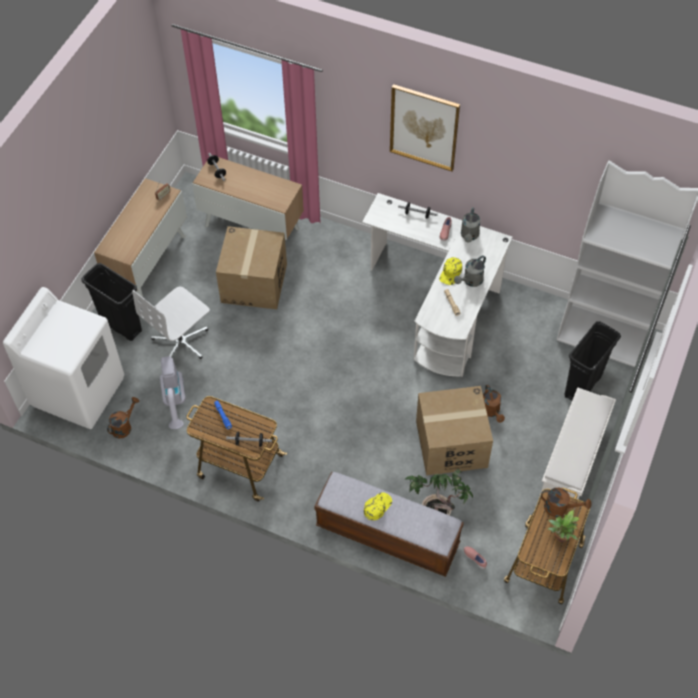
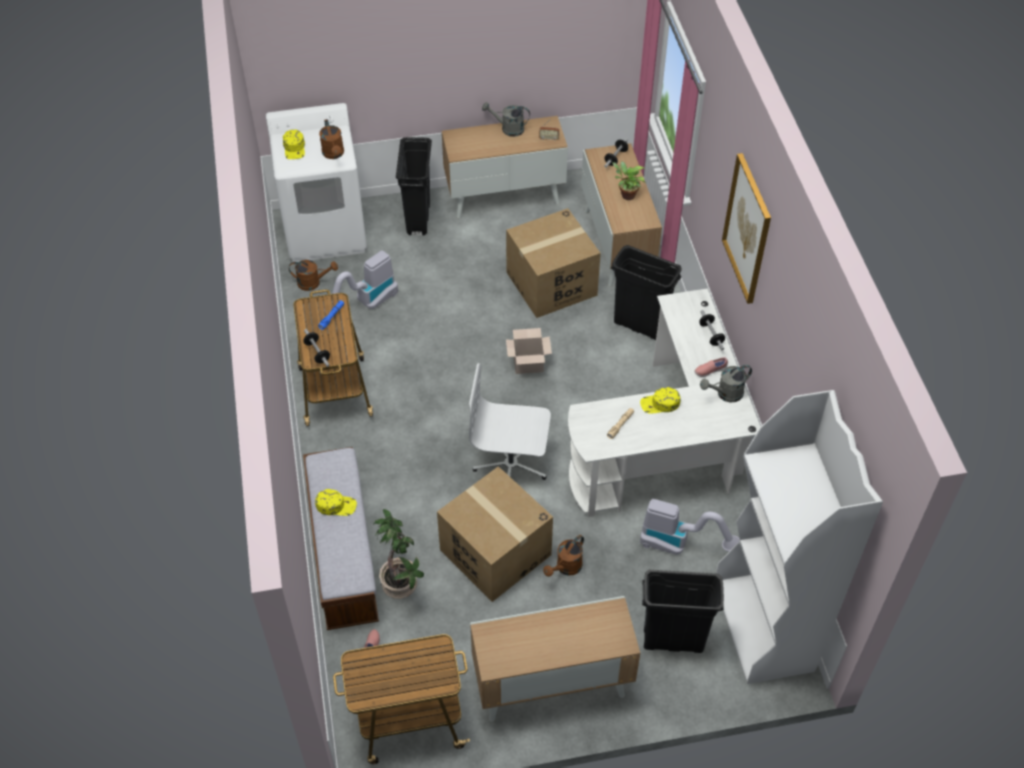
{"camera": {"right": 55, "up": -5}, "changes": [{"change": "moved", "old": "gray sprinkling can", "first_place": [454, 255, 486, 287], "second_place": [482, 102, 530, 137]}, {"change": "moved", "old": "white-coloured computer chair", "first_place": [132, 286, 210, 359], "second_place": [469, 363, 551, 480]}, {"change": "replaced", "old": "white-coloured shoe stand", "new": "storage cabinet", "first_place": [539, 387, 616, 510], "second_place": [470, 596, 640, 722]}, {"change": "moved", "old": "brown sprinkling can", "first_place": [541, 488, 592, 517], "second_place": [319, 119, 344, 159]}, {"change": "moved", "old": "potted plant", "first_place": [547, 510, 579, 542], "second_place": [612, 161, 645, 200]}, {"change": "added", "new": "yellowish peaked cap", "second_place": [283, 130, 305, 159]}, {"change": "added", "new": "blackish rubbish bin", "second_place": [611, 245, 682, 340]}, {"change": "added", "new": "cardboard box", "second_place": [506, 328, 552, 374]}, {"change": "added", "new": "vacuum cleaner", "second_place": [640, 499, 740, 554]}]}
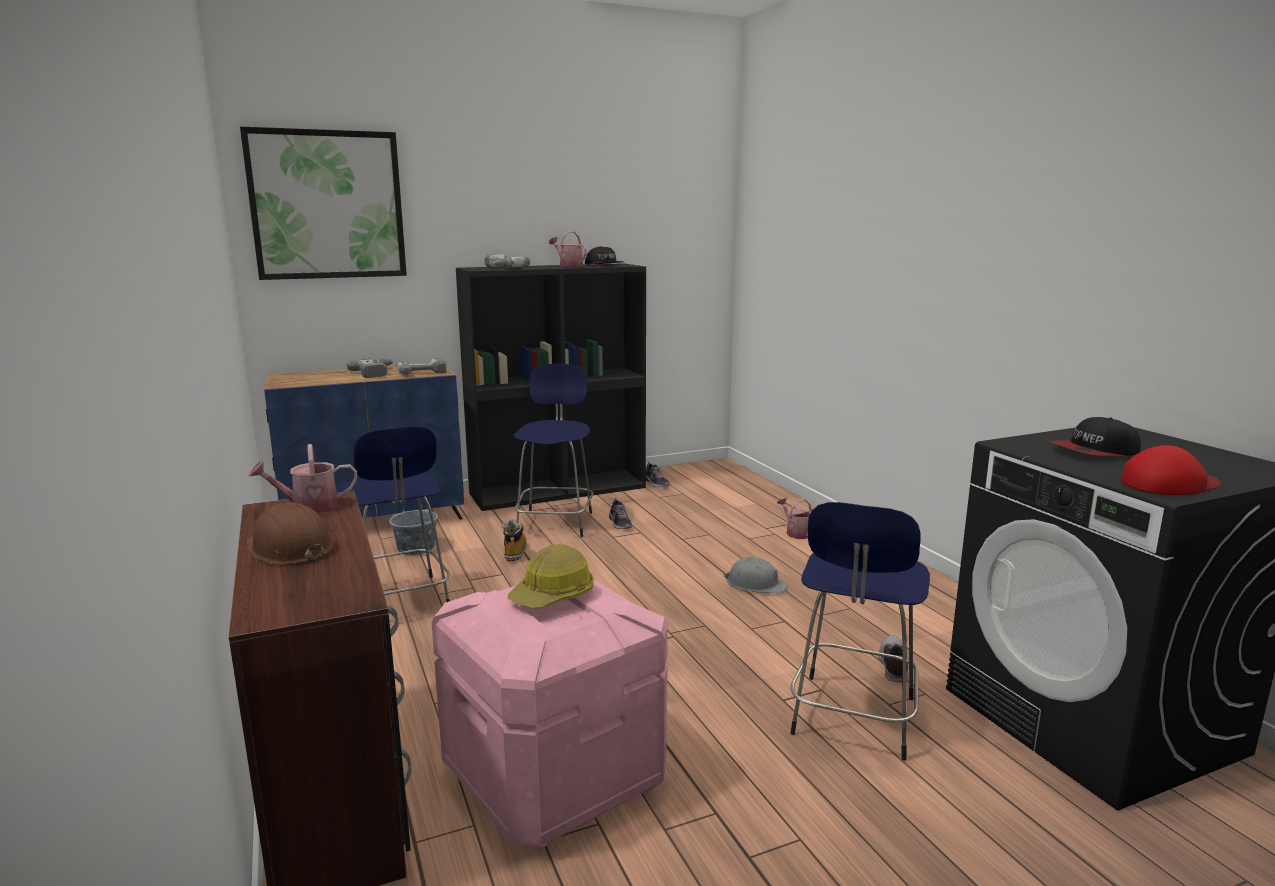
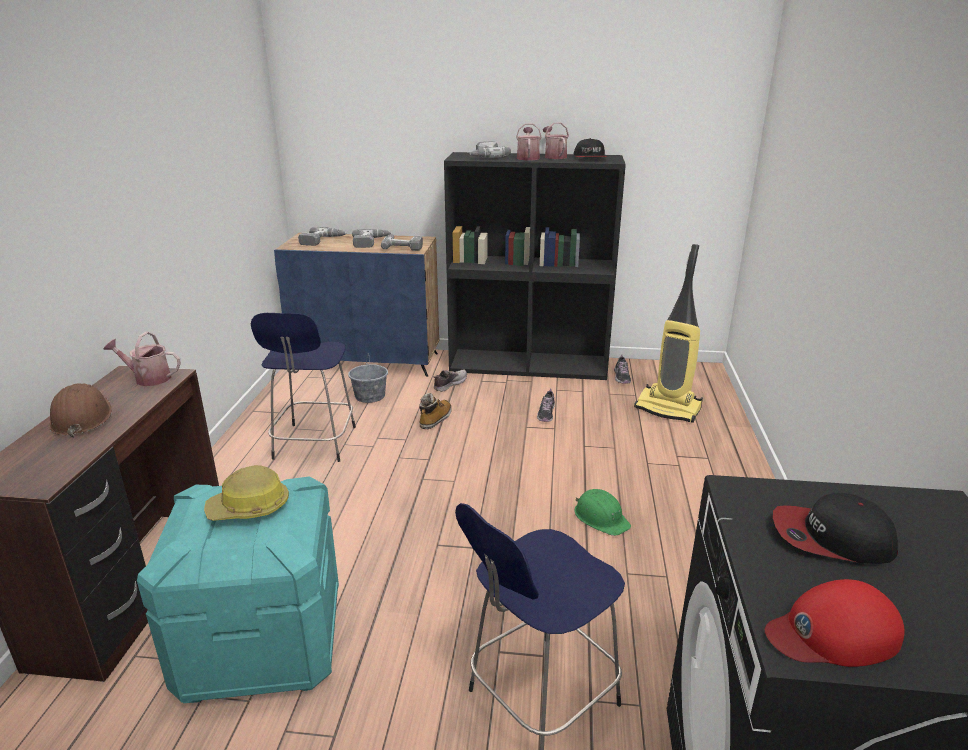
{"camera": {"right": 30, "up": 10}, "changes": [{"change": "removed", "old": "wall art", "first_place": [240, 127, 407, 280]}, {"change": "removed", "old": "blue-coloured stool", "first_place": [513, 364, 593, 537]}, {"change": "turned", "old": "red-coloured peaked cap", "first_place": [1121, 445, 1221, 495], "second_place": [765, 579, 905, 667], "degrees": 150}, {"change": "moved", "old": "sprinkling can", "first_place": [777, 498, 812, 539], "second_place": [516, 123, 542, 160]}, {"change": "recoloured", "old": "gray safety helmet", "new": "greenish safety helmet", "first_place": [724, 557, 788, 593], "second_place": [574, 489, 631, 536]}, {"change": "recoloured", "old": "pink storage bin", "new": "turquoise-coloured storage bin", "first_place": [432, 579, 668, 847], "second_place": [137, 476, 339, 703]}, {"change": "moved", "old": "shoe", "first_place": [878, 635, 908, 683], "second_place": [434, 370, 467, 392]}, {"change": "added", "new": "electric drill", "second_place": [298, 227, 346, 246]}, {"change": "added", "new": "vacuum cleaner", "second_place": [634, 244, 703, 423]}]}
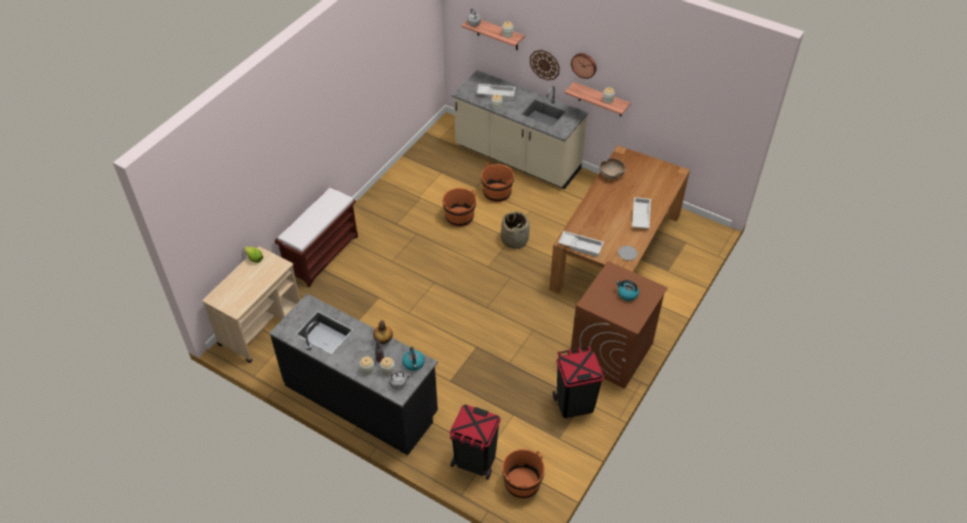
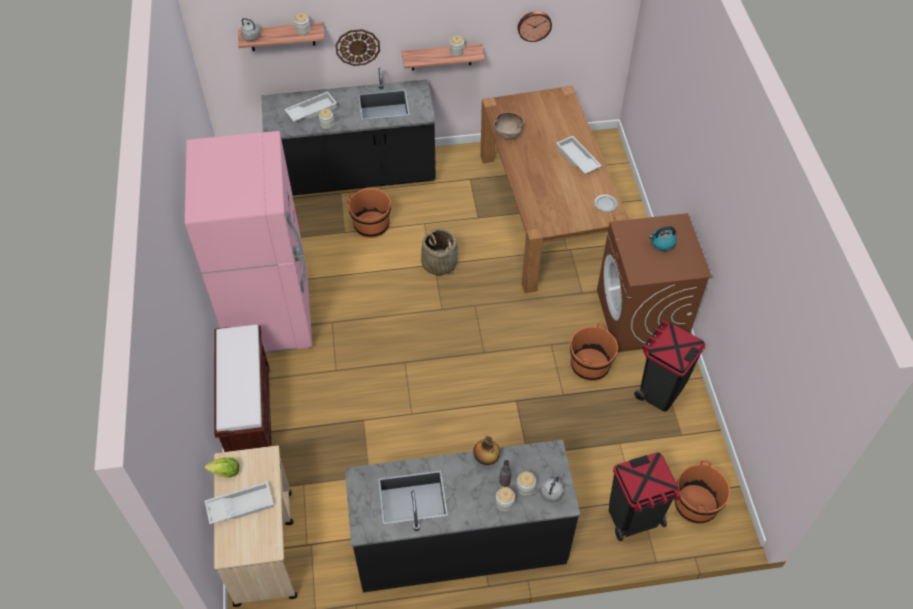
{"camera": {"right": -40, "up": 5}, "changes": [{"change": "moved", "old": "wall clock", "first_place": [571, 53, 597, 79], "second_place": [518, 11, 552, 42]}, {"change": "recoloured", "old": "beige kitchen counter", "new": "blackish kitchen counter", "first_place": [452, 70, 588, 189], "second_place": [261, 68, 436, 195]}, {"change": "moved", "old": "orange-coloured pail", "first_place": [442, 188, 476, 227], "second_place": [570, 323, 618, 381]}, {"change": "moved", "old": "white-coloured carrying tray", "first_place": [558, 231, 604, 257], "second_place": [205, 481, 274, 524]}, {"change": "removed", "old": "water kettle", "first_place": [402, 347, 425, 371]}, {"change": "added", "new": "pink refrigerator", "second_place": [185, 131, 312, 353]}]}
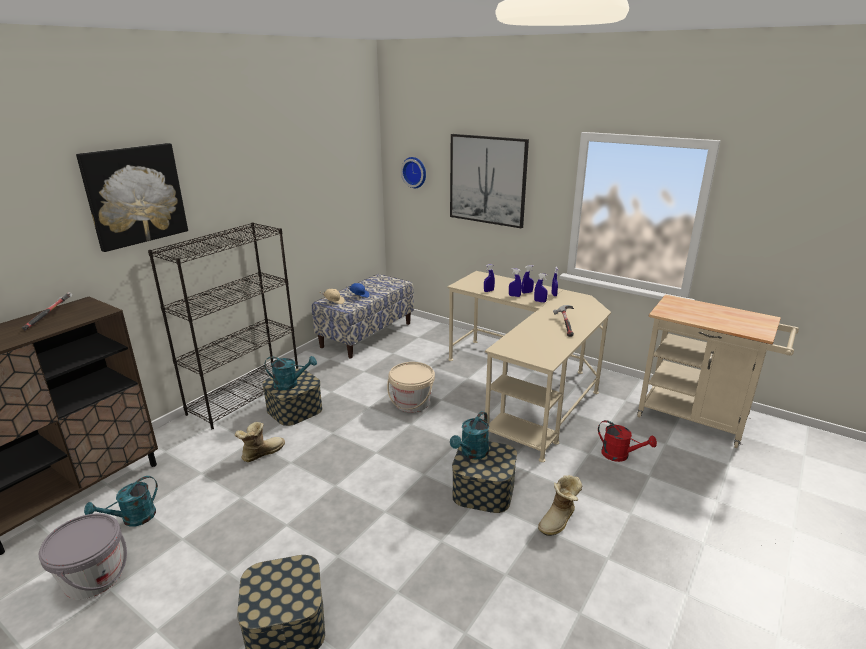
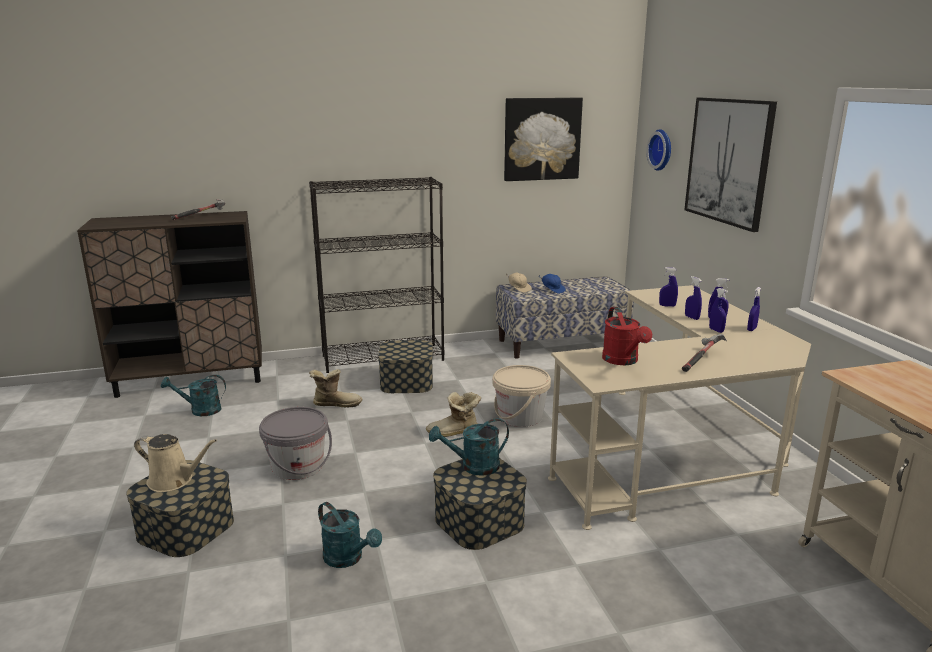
{"camera": {"right": 40, "up": -5}, "changes": [{"change": "moved", "old": "wall art", "first_place": [76, 143, 188, 252], "second_place": [504, 98, 583, 181]}, {"change": "moved", "old": "turquoise-coloured sprinkling can", "first_place": [264, 356, 317, 390], "second_place": [318, 502, 382, 568]}, {"change": "moved", "old": "red-coloured sprinkling can", "first_place": [598, 420, 657, 462], "second_place": [602, 307, 652, 365]}, {"change": "moved", "old": "high-top boot", "first_place": [538, 475, 582, 536], "second_place": [426, 392, 481, 437]}, {"change": "moved", "old": "gray pail", "first_place": [39, 513, 127, 600], "second_place": [259, 407, 332, 480]}, {"change": "added", "new": "beige sprinkling can", "second_place": [134, 434, 217, 492]}]}
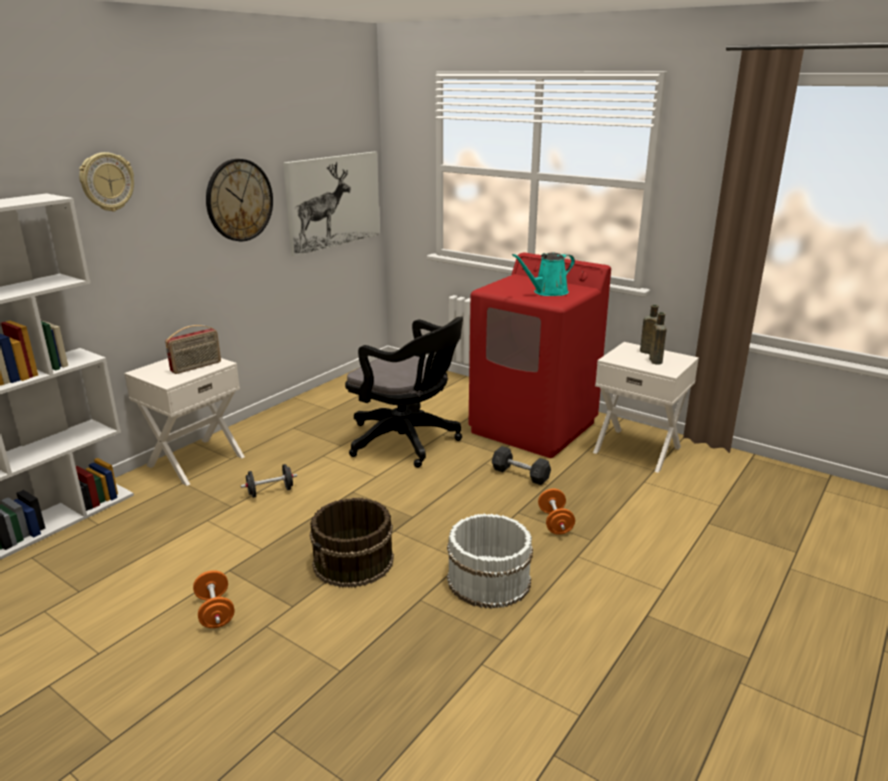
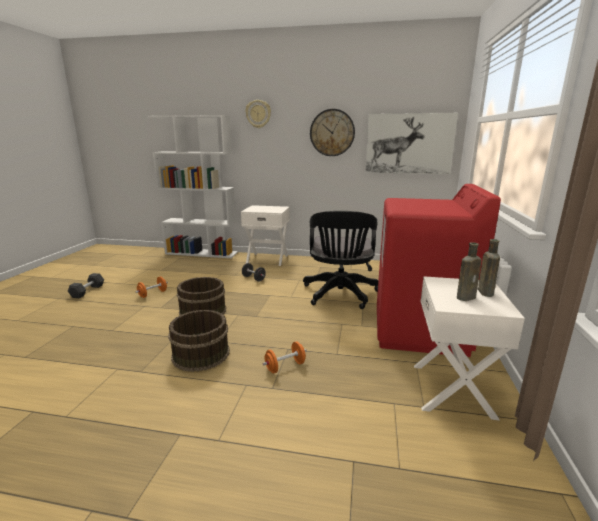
{"camera": {"right": 65, "up": -5}, "changes": [{"change": "removed", "old": "turquoise-coloured sprinkling can", "first_place": [512, 253, 575, 296]}, {"change": "removed", "old": "radio receiver", "first_place": [165, 325, 221, 374]}, {"change": "moved", "old": "gray dumbbell", "first_place": [492, 446, 551, 485], "second_place": [68, 273, 104, 298]}, {"change": "recoloured", "old": "white-coloured pail", "new": "brown pail", "first_place": [447, 514, 533, 609], "second_place": [168, 310, 230, 372]}]}
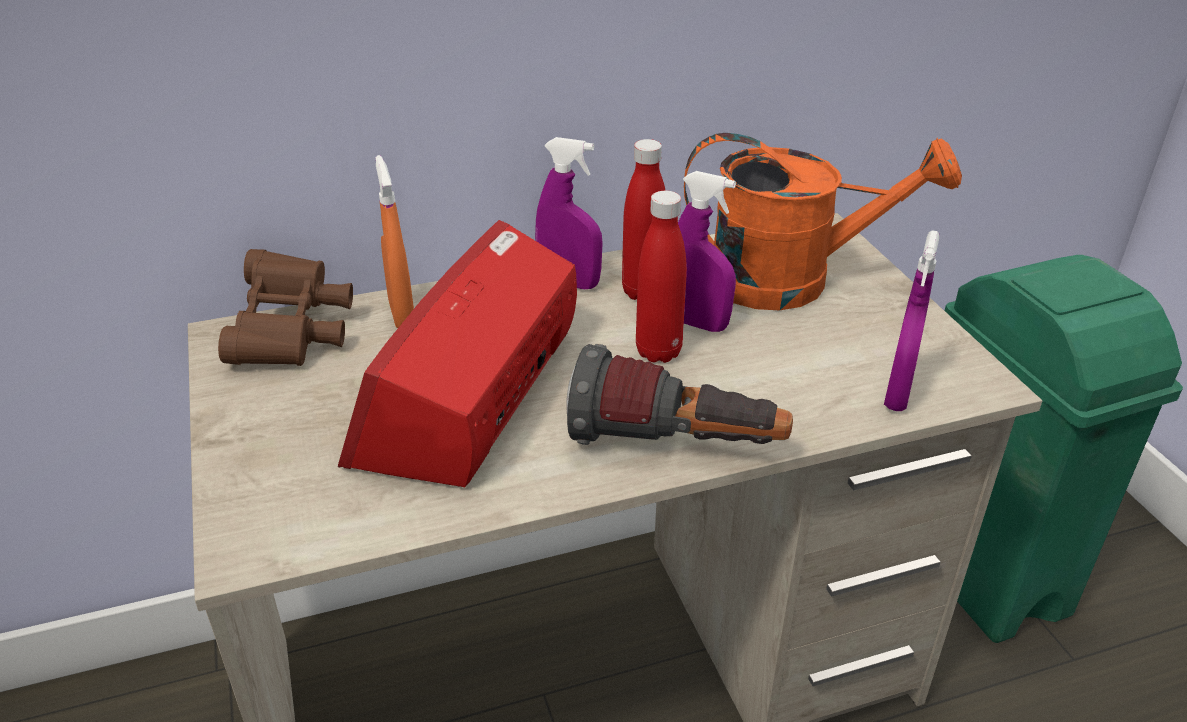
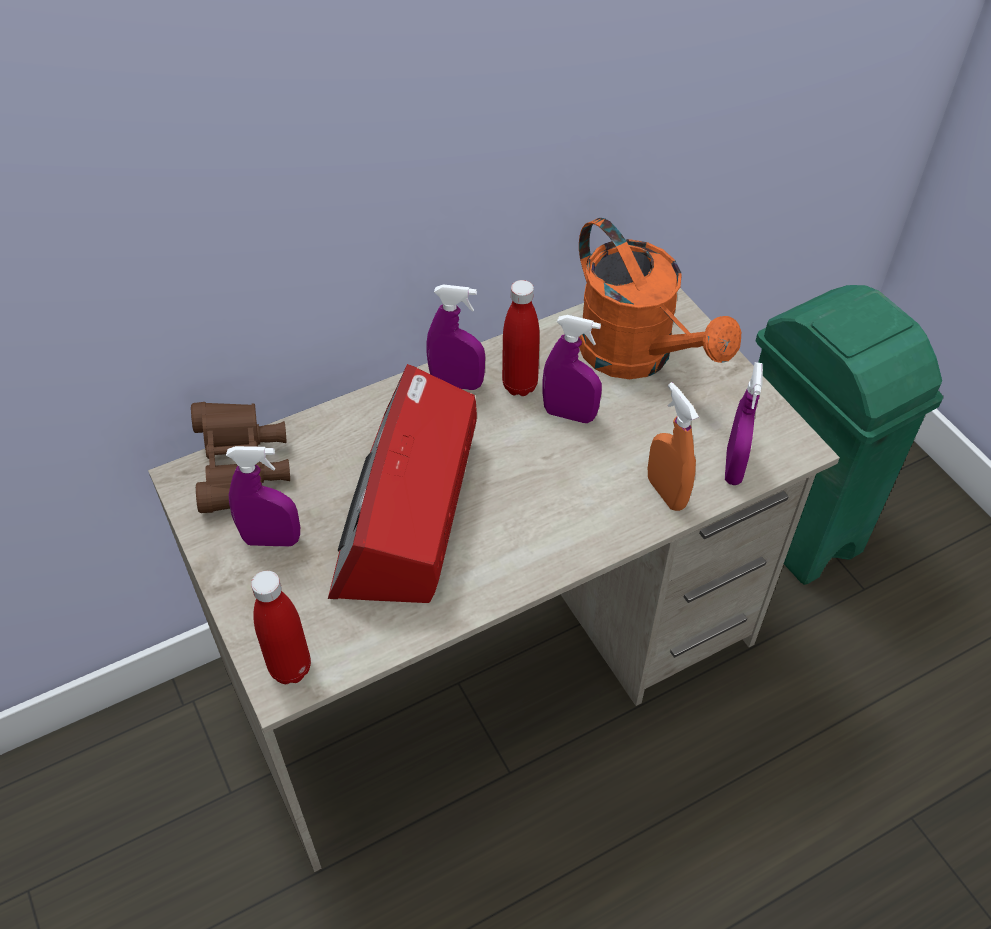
{"camera": {"right": -10, "up": 15}, "changes": [{"change": "turned", "old": "orange-coloured sprinkling can", "first_place": [684, 133, 962, 310], "second_place": [579, 218, 741, 379], "degrees": 60}, {"change": "moved", "old": "orange-coloured sprayer", "first_place": [375, 155, 414, 328], "second_place": [648, 382, 699, 511]}, {"change": "moved", "old": "red-coloured drink bottle", "first_place": [636, 191, 687, 363], "second_place": [251, 571, 311, 684]}, {"change": "removed", "old": "torch", "first_place": [566, 344, 793, 445]}, {"change": "added", "new": "purple-coloured sprayer", "second_place": [226, 446, 300, 547]}]}
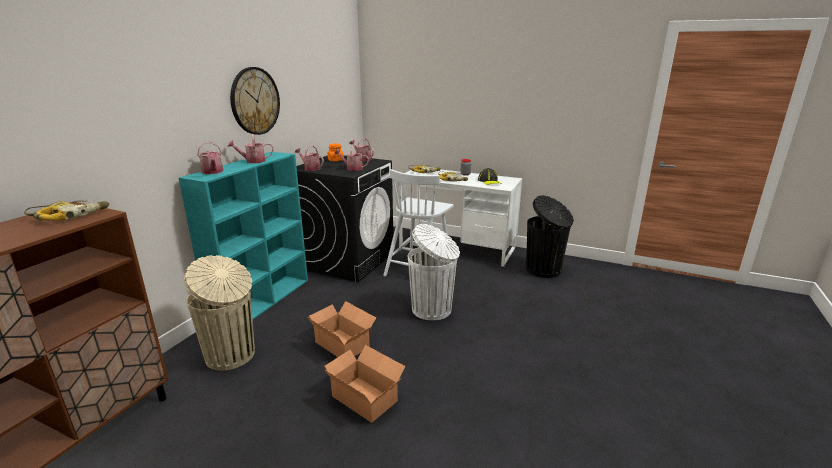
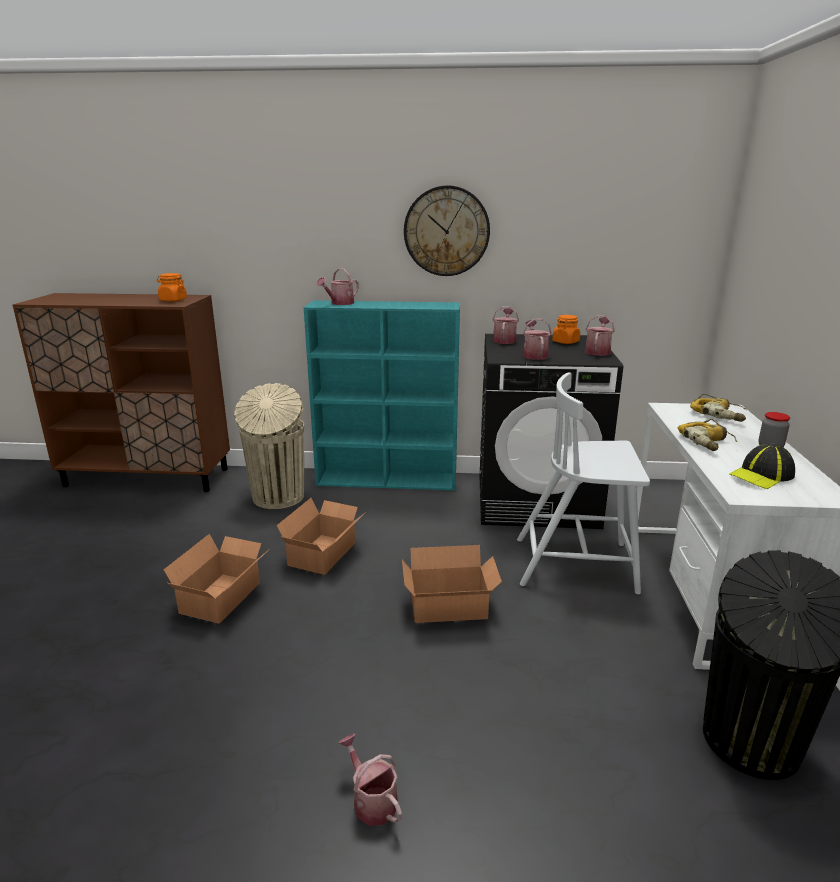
{"camera": {"right": 70, "up": 0}, "changes": [{"change": "moved", "old": "sprinkling can", "first_place": [227, 134, 273, 163], "second_place": [339, 734, 402, 825]}, {"change": "replaced", "old": "electric drill", "new": "orange-coloured jar", "first_place": [24, 200, 109, 221], "second_place": [157, 273, 187, 302]}, {"change": "replaced", "old": "white-coloured rubbish bin", "new": "cardboard box", "first_place": [408, 224, 460, 321], "second_place": [402, 545, 502, 623]}]}
